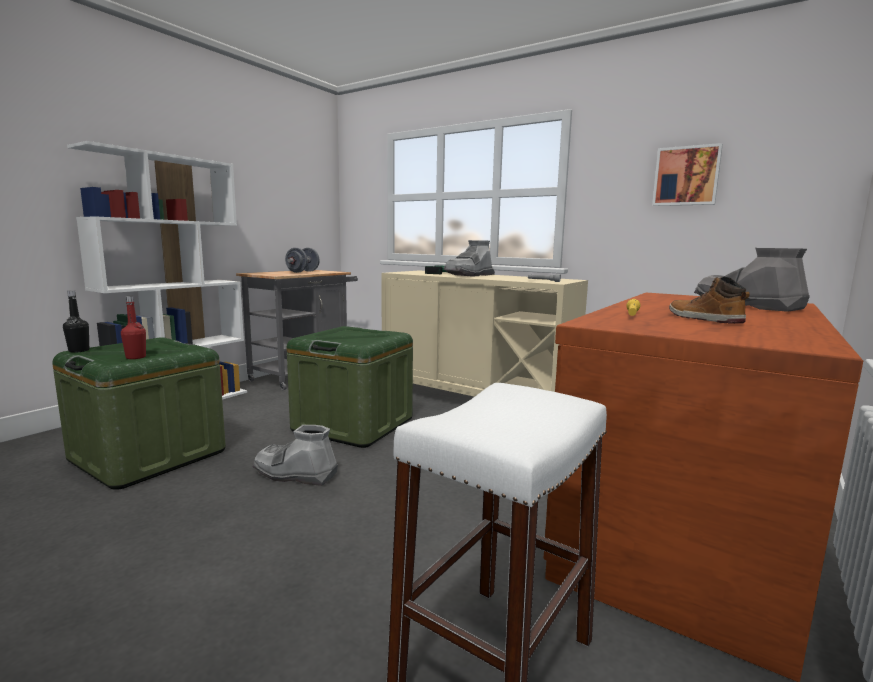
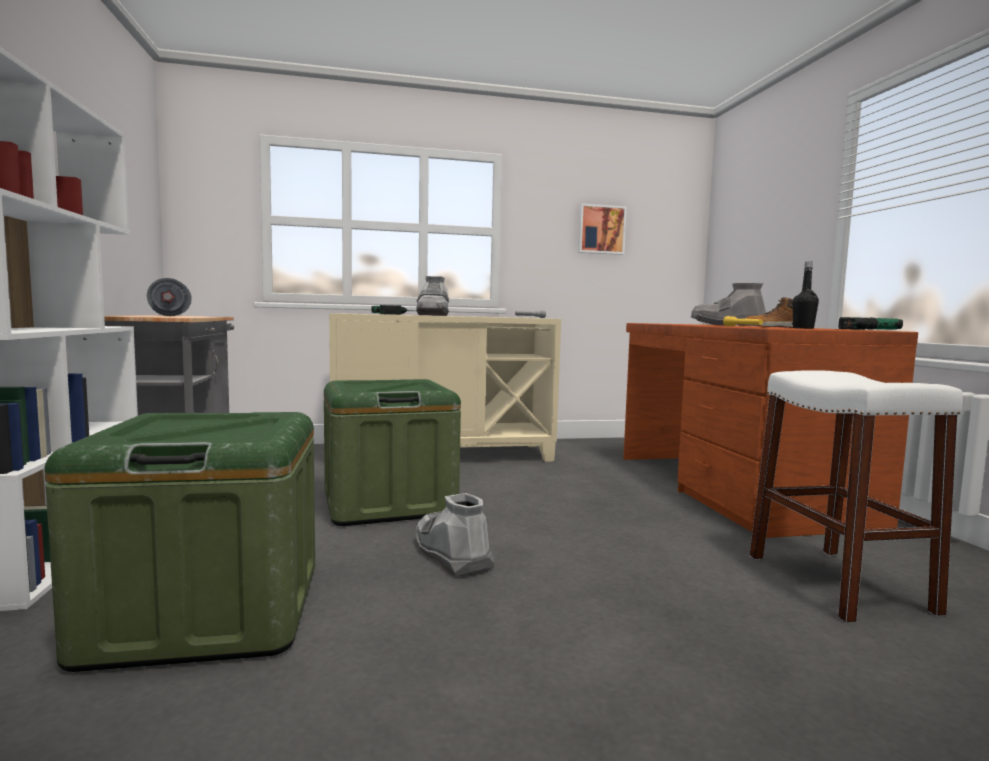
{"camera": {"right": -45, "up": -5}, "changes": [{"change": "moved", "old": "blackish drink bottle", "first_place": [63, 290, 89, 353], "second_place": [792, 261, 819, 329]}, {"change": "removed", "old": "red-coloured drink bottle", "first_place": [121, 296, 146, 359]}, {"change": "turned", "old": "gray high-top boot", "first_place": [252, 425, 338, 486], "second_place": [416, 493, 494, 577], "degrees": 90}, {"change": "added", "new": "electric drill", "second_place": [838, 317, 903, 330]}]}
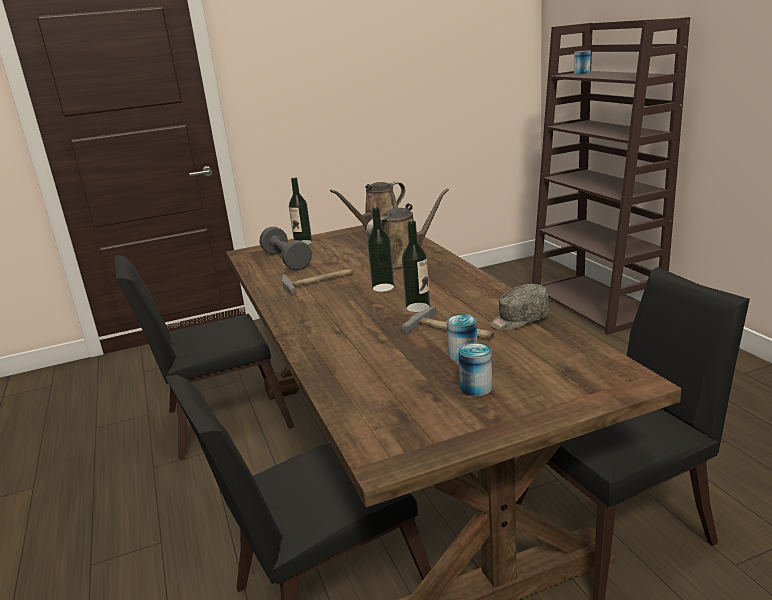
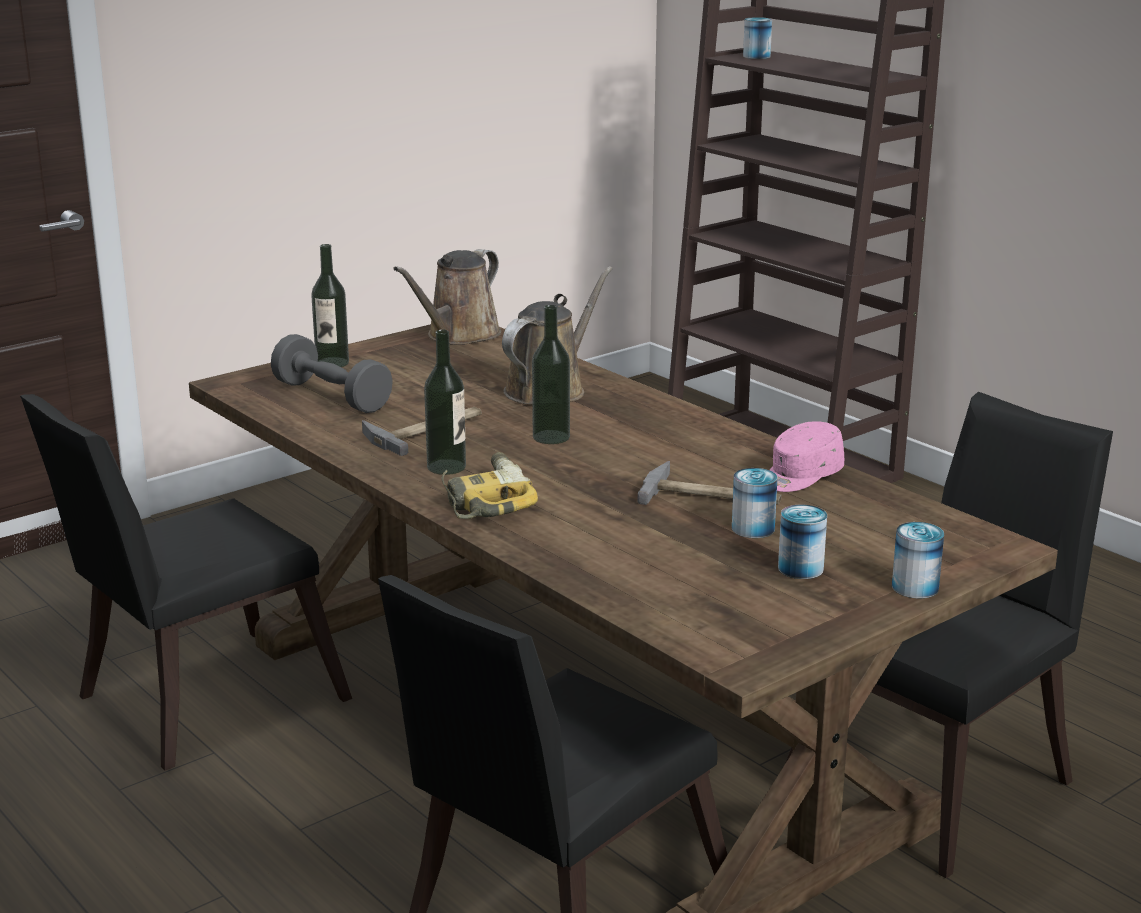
{"camera": {"right": -20, "up": 0}, "changes": [{"change": "moved", "old": "drink bottle", "first_place": [402, 221, 430, 313], "second_place": [424, 330, 466, 475]}, {"change": "recoloured", "old": "gray peaked cap", "new": "pink peaked cap", "first_place": [490, 284, 550, 330], "second_place": [770, 421, 844, 492]}, {"change": "added", "new": "electric drill", "second_place": [441, 452, 538, 519]}, {"change": "added", "new": "metal can", "second_place": [892, 522, 944, 598]}]}
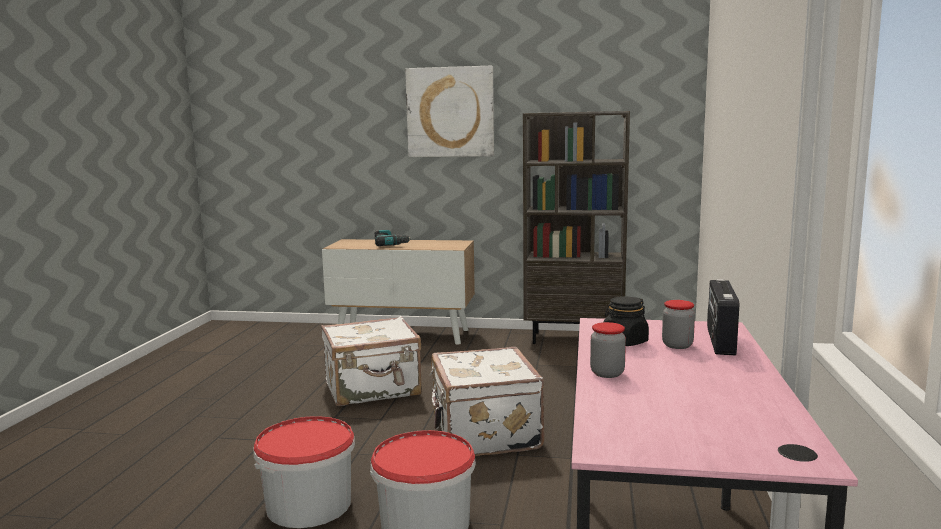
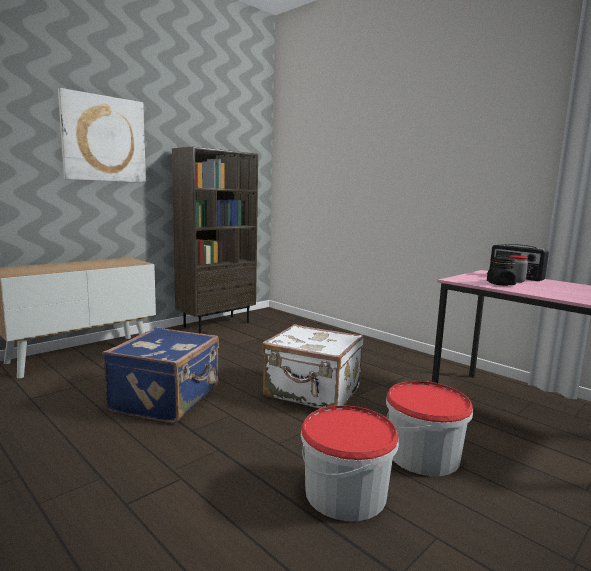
{"camera": {"right": -55, "up": 0}, "changes": [{"change": "removed", "old": "electric drill", "first_place": [375, 230, 413, 246]}, {"change": "recoloured", "old": "white-coloured travel case", "new": "blue-coloured travel case", "first_place": [321, 316, 422, 406], "second_place": [102, 327, 219, 423]}, {"change": "removed", "old": "jar", "first_place": [590, 322, 626, 378]}]}
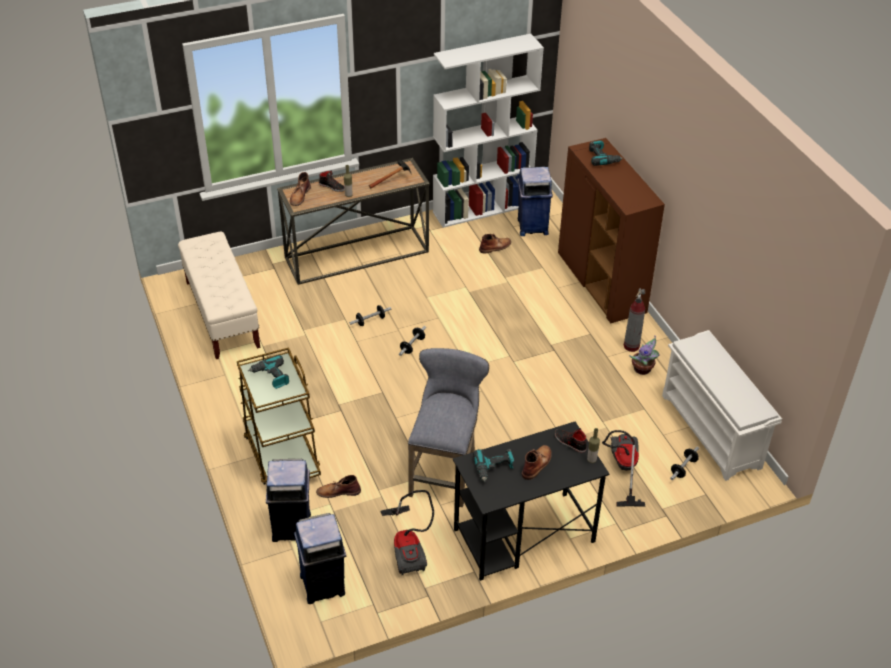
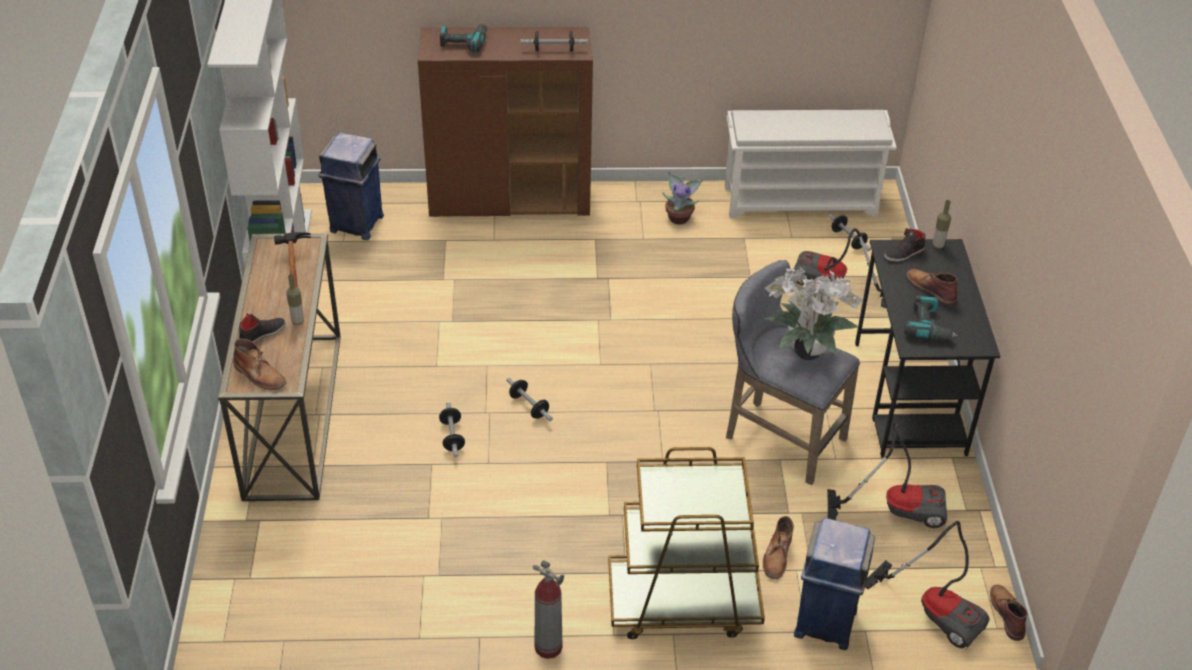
{"camera": {"right": -70, "up": 0}, "changes": [{"change": "removed", "old": "beige indoor bench", "first_place": [178, 232, 260, 359]}, {"change": "moved", "old": "brown high-top boot", "first_place": [479, 234, 511, 253], "second_place": [990, 585, 1028, 641]}, {"change": "moved", "old": "extinguisher", "first_place": [624, 288, 645, 352], "second_place": [533, 560, 564, 659]}, {"change": "removed", "old": "electric drill", "first_place": [248, 355, 289, 389]}, {"change": "replaced", "old": "blue-coloured rubbish bin", "new": "vacuum cleaner", "first_place": [294, 513, 346, 604], "second_place": [865, 521, 990, 650]}, {"change": "added", "new": "dumbbell", "second_place": [521, 31, 588, 52]}, {"change": "added", "new": "potted plant", "second_place": [764, 267, 863, 360]}]}
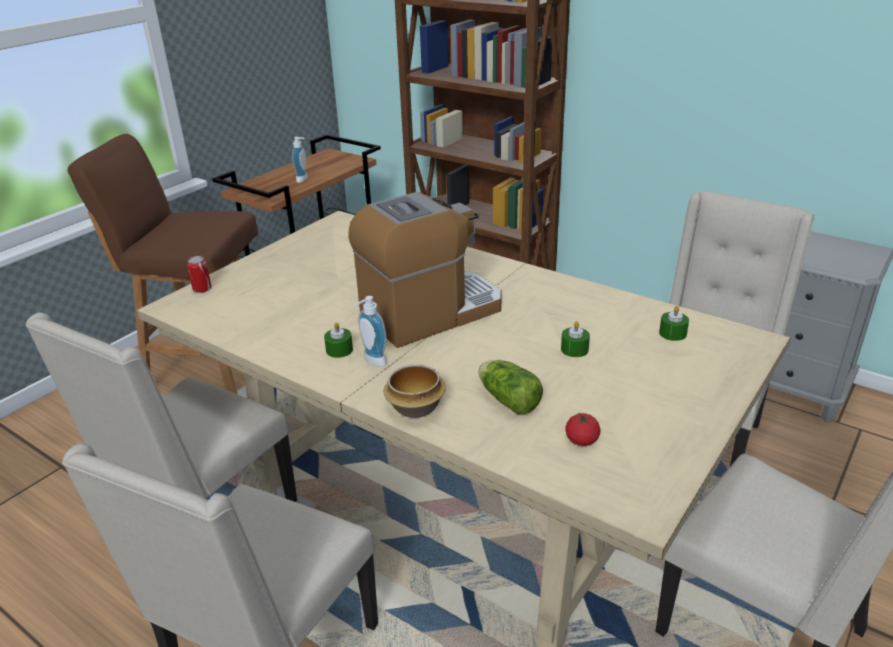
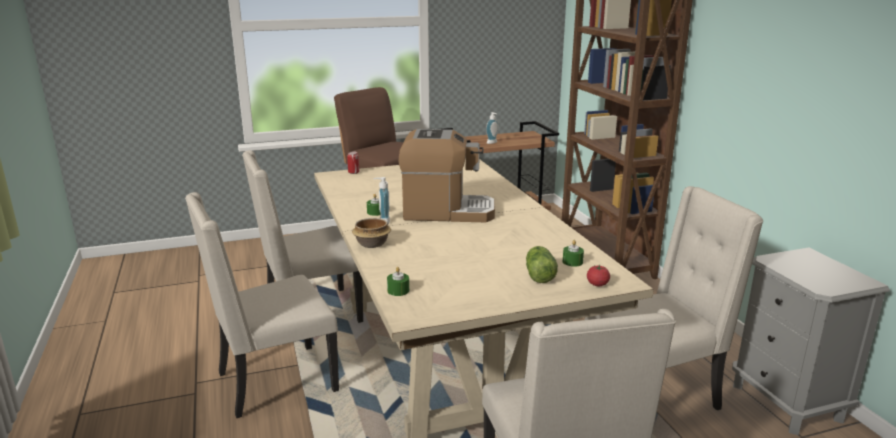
{"camera": {"right": 35, "up": -10}, "changes": [{"change": "moved", "old": "greenish wax light", "first_place": [561, 321, 590, 357], "second_place": [387, 267, 409, 296]}, {"change": "moved", "old": "lettuce head", "first_place": [479, 360, 543, 414], "second_place": [526, 246, 558, 283]}, {"change": "moved", "old": "whole tomato", "first_place": [565, 413, 600, 446], "second_place": [587, 264, 610, 286]}]}
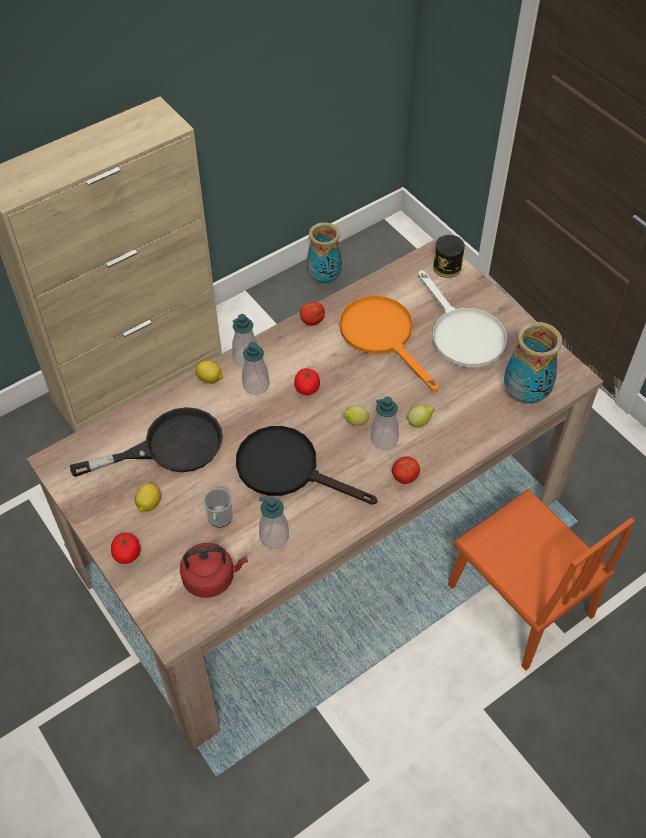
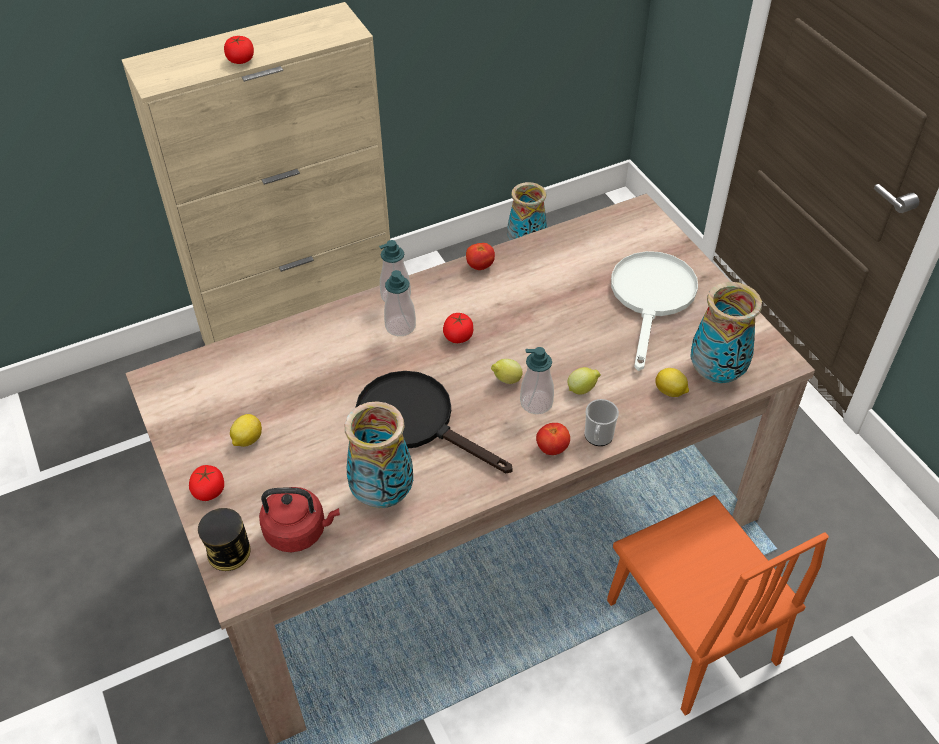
{"camera": {"right": 10, "up": -5}, "changes": [{"change": "moved", "old": "metal can", "first_place": [433, 235, 465, 278], "second_place": [198, 508, 251, 571]}, {"change": "turned", "old": "white-coloured pan", "first_place": [418, 270, 507, 367], "second_place": [611, 251, 698, 371], "degrees": -150}, {"change": "removed", "old": "orange-coloured pan", "first_place": [339, 296, 439, 391]}, {"change": "moved", "old": "lemon", "first_place": [196, 361, 223, 384], "second_place": [655, 368, 689, 397]}, {"change": "removed", "old": "blackish pan", "first_place": [70, 407, 223, 477]}, {"change": "moved", "old": "mug", "first_place": [203, 488, 233, 527], "second_place": [585, 399, 619, 446]}, {"change": "replaced", "old": "liquid soap bottle", "new": "flower vase", "first_place": [259, 497, 289, 549], "second_place": [345, 401, 413, 509]}, {"change": "added", "new": "whole tomato", "second_place": [224, 36, 254, 64]}]}
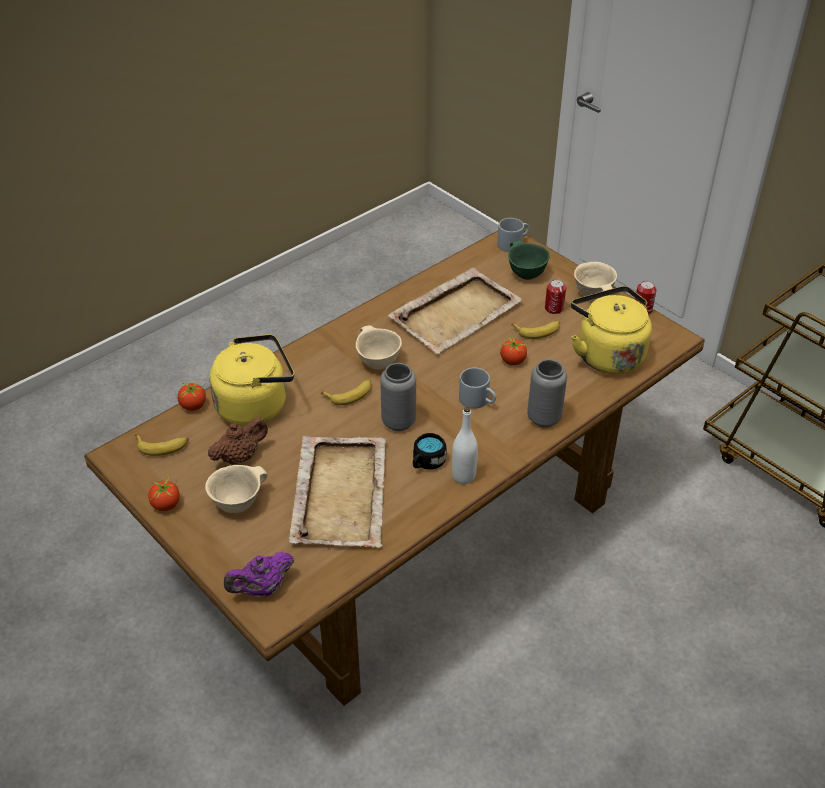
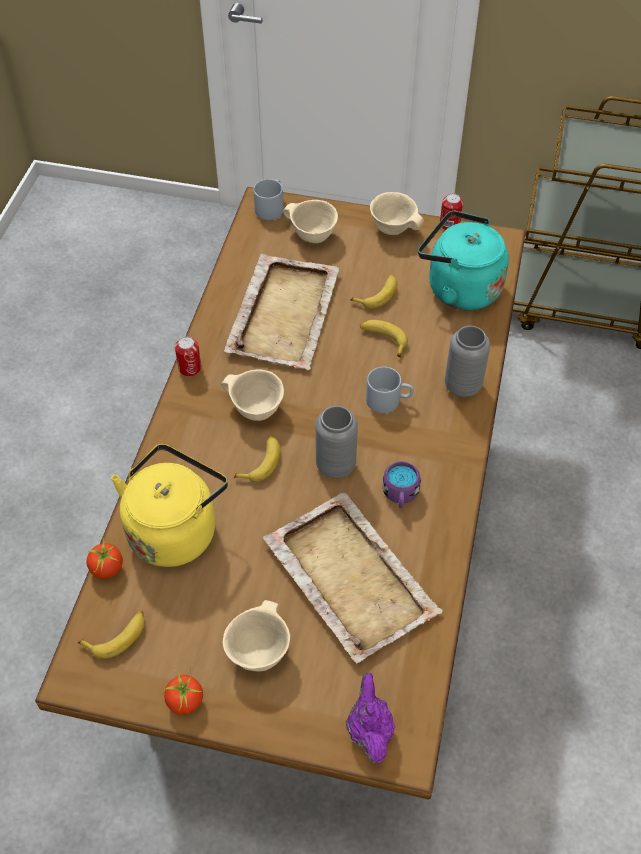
{"camera": {"right": -35, "up": 10}, "changes": [{"change": "recoloured", "old": "greenish serving bowl", "new": "beige serving bowl", "first_place": [508, 241, 550, 280], "second_place": [283, 200, 338, 243]}, {"change": "moved", "old": "metal can", "first_place": [545, 279, 566, 314], "second_place": [175, 336, 201, 376]}, {"change": "recoloured", "old": "yellowish water kettle", "new": "turquoise-coloured water kettle", "first_place": [571, 286, 652, 374], "second_place": [418, 211, 509, 310]}, {"change": "replaced", "old": "whole tomato", "new": "banana", "first_place": [500, 336, 528, 365], "second_place": [360, 320, 408, 358]}, {"change": "removed", "old": "white-coloured drink bottle", "first_place": [452, 407, 478, 484]}, {"change": "removed", "old": "brown tea pot", "first_place": [208, 417, 268, 465]}, {"change": "recoloured", "old": "blackish mug", "new": "purple-coloured mug", "first_place": [413, 433, 447, 470], "second_place": [382, 461, 421, 508]}, {"change": "turned", "old": "purple-coloured tea pot", "first_place": [224, 552, 294, 597], "second_place": [346, 672, 395, 764], "degrees": 150}]}
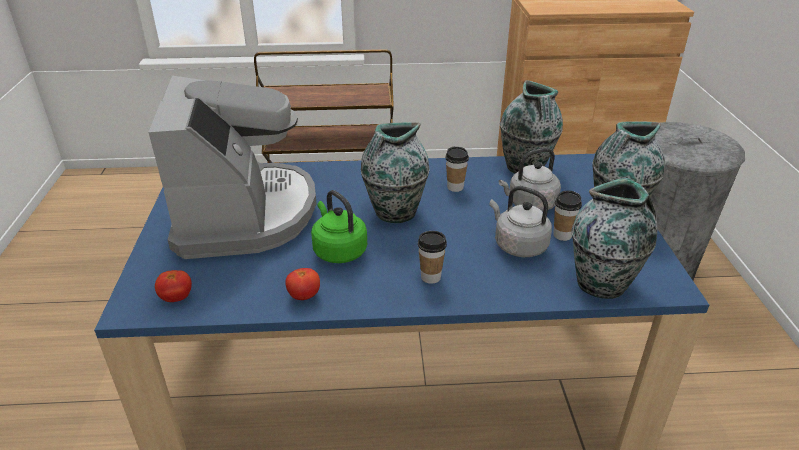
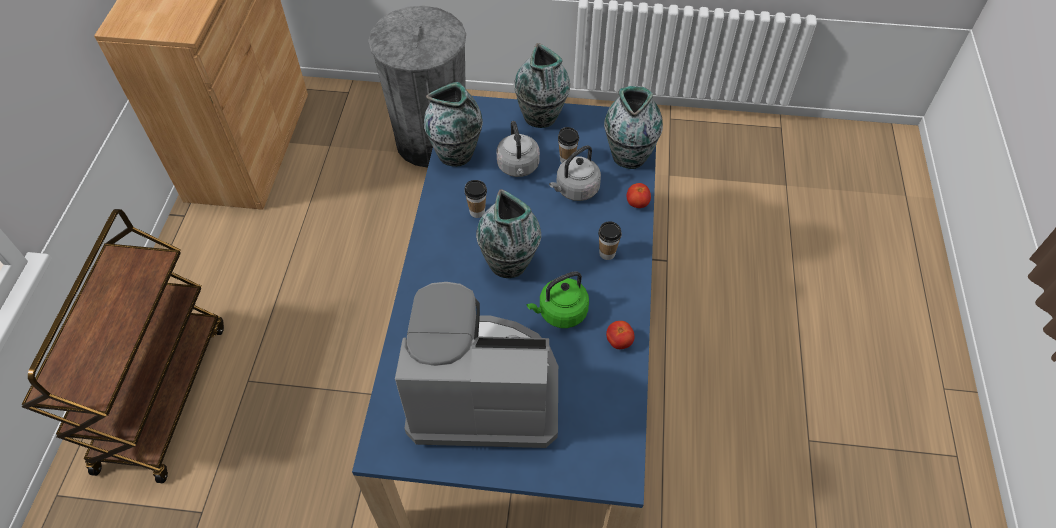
{"camera": {"right": -80, "up": 20}, "changes": [{"change": "moved", "old": "whole tomato", "first_place": [155, 270, 192, 302], "second_place": [627, 183, 651, 208]}]}
